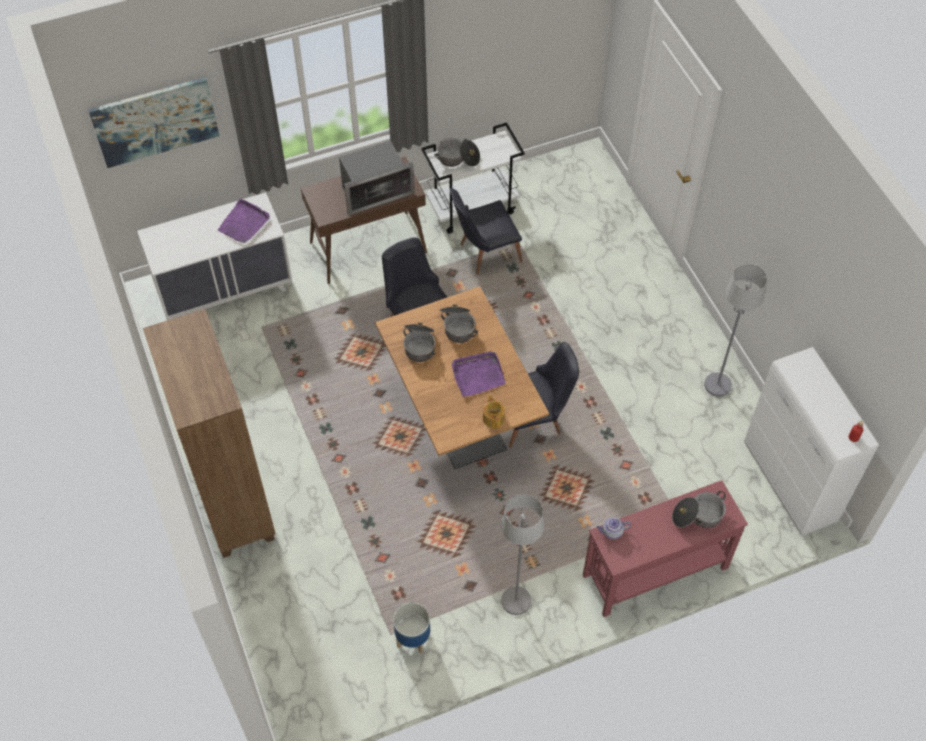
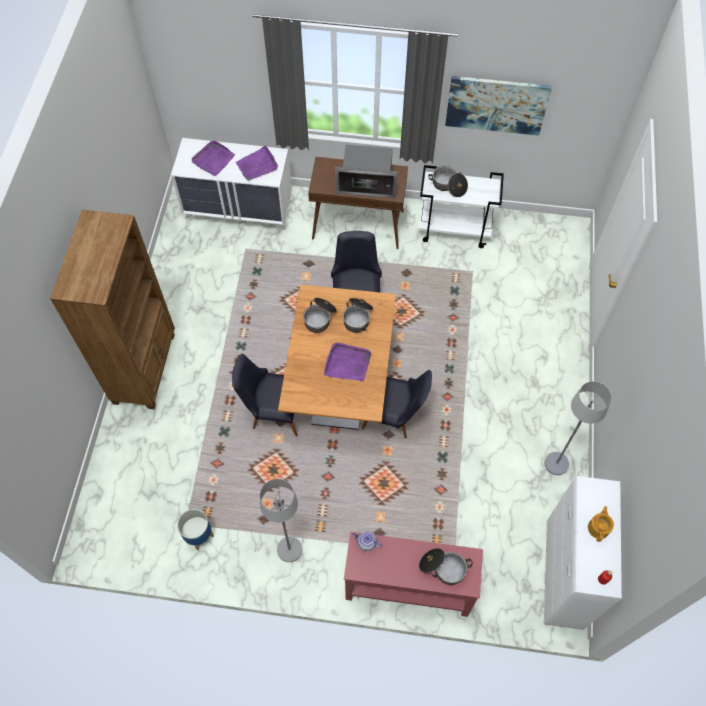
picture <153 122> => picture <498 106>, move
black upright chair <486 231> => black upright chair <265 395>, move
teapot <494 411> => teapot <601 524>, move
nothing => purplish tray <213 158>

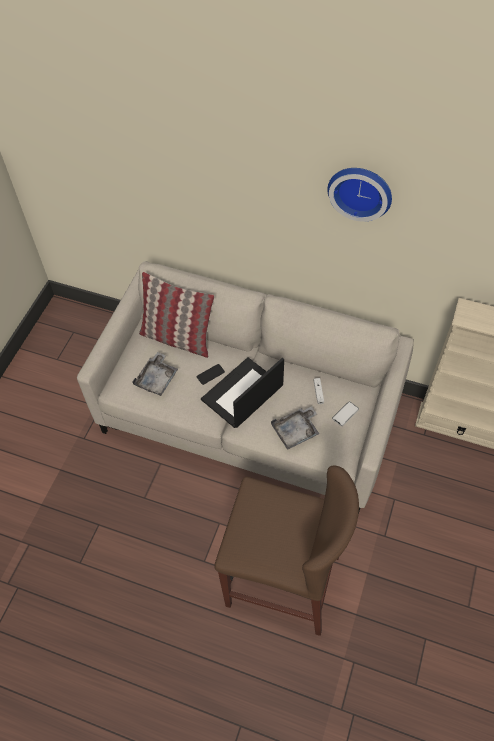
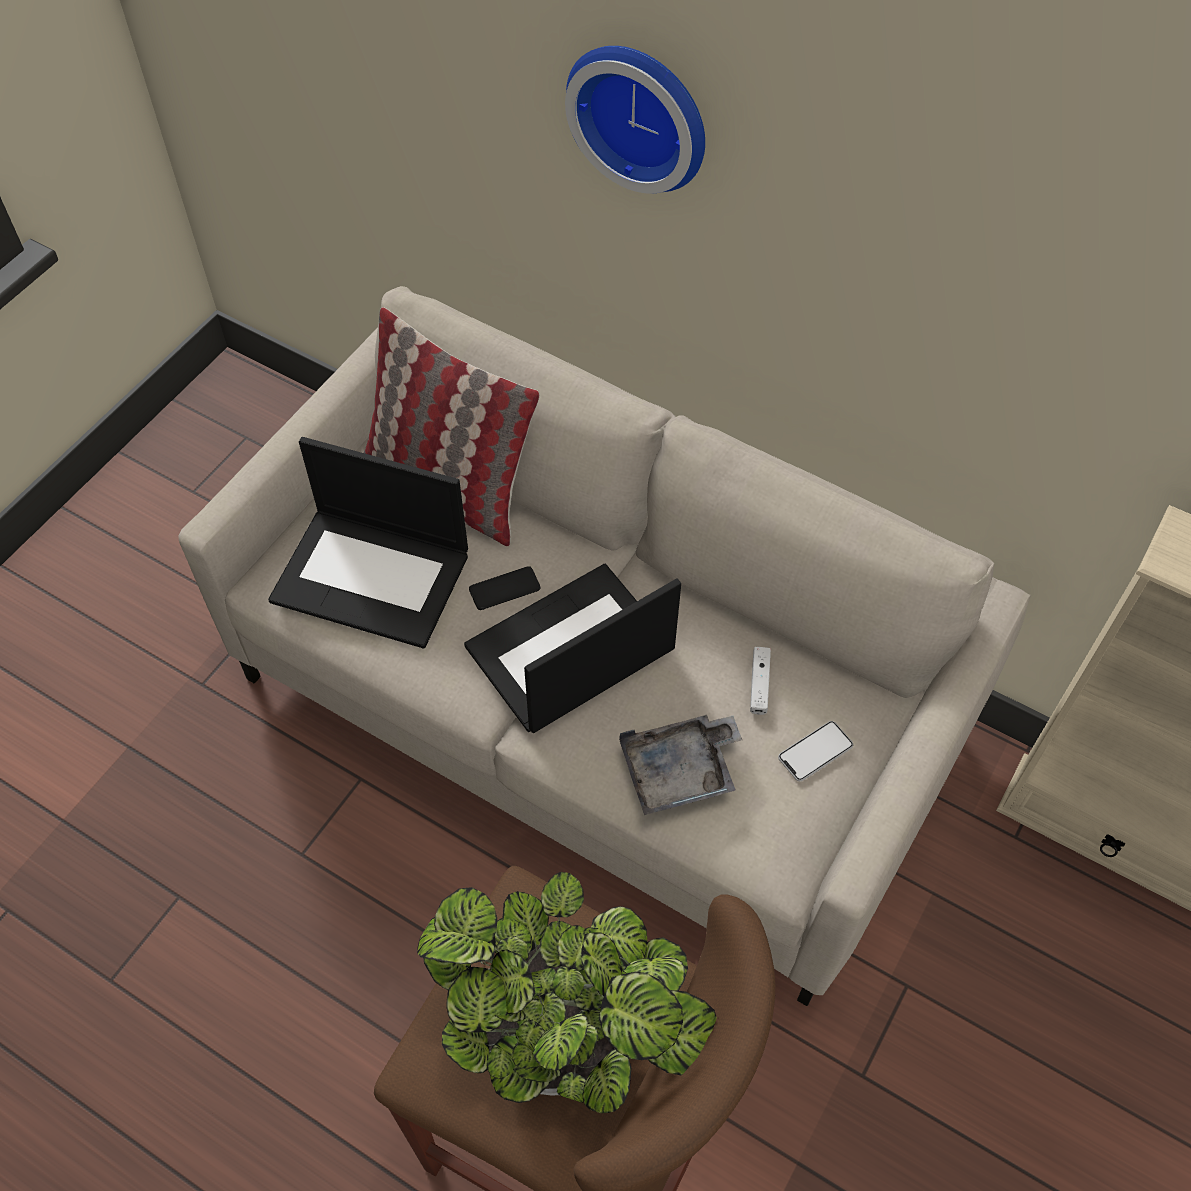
hanging clock <359 195> => hanging clock <635 120>, move
grey tray <155 374> => portable computer <368 543>
nothing => potted plant <567 992>

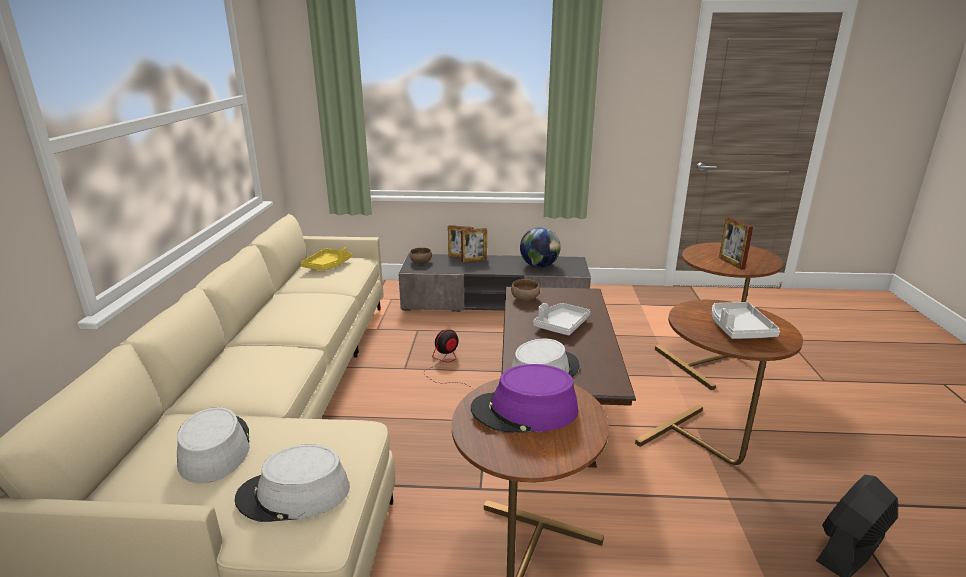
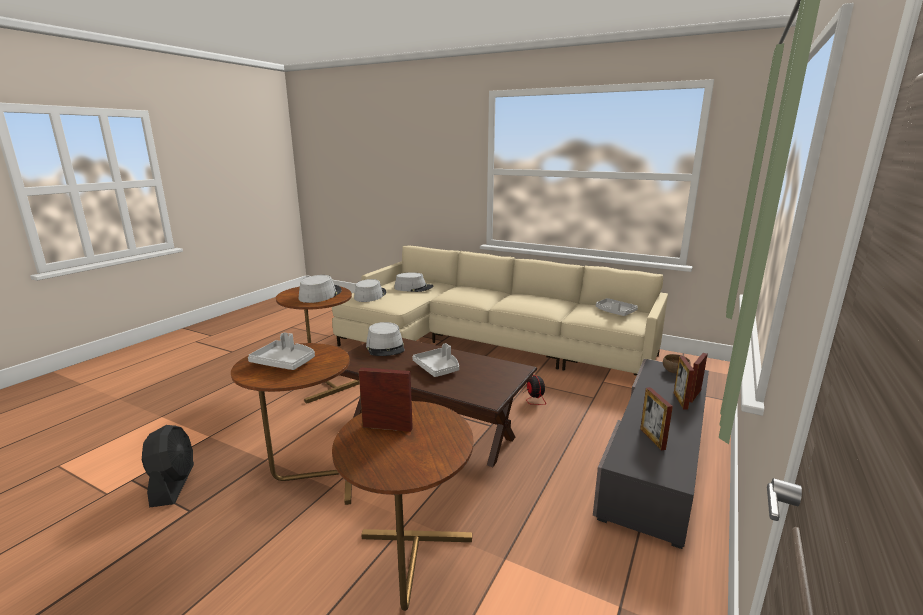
globe <540 247> => picture frame <656 418>
yellow-coloured tray <326 258> => grey tray <617 307>
brown-coloured serving bowl <525 290> => nothing
purplish hat <524 398> => grey hat <320 289>

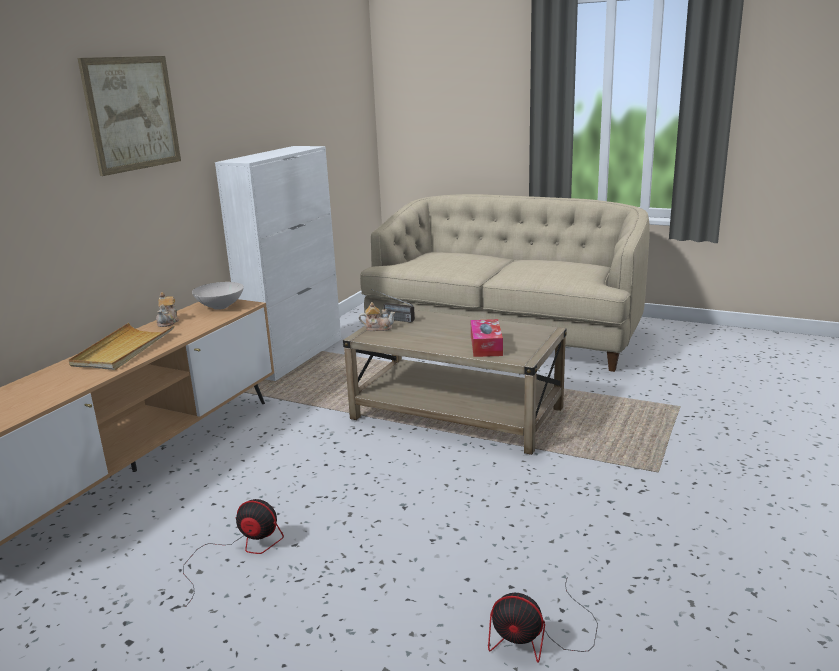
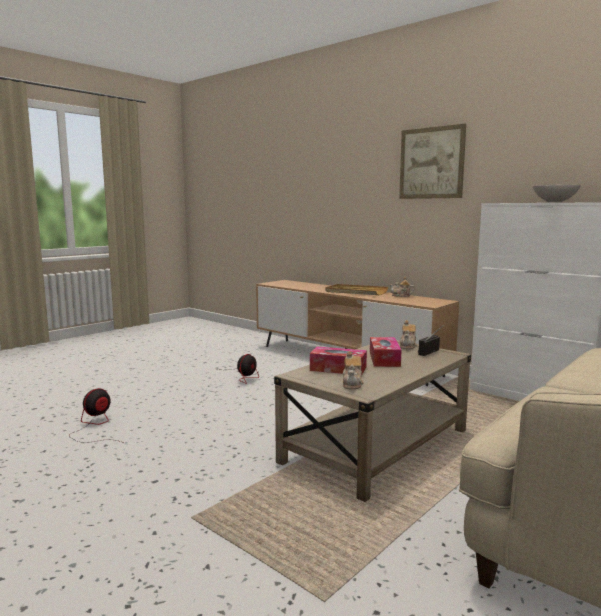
white-coloured serving bowl <218 296> => white-coloured serving bowl <557 194>, move
nothing => tissue holder <386 352>
nothing => teapot <353 370>

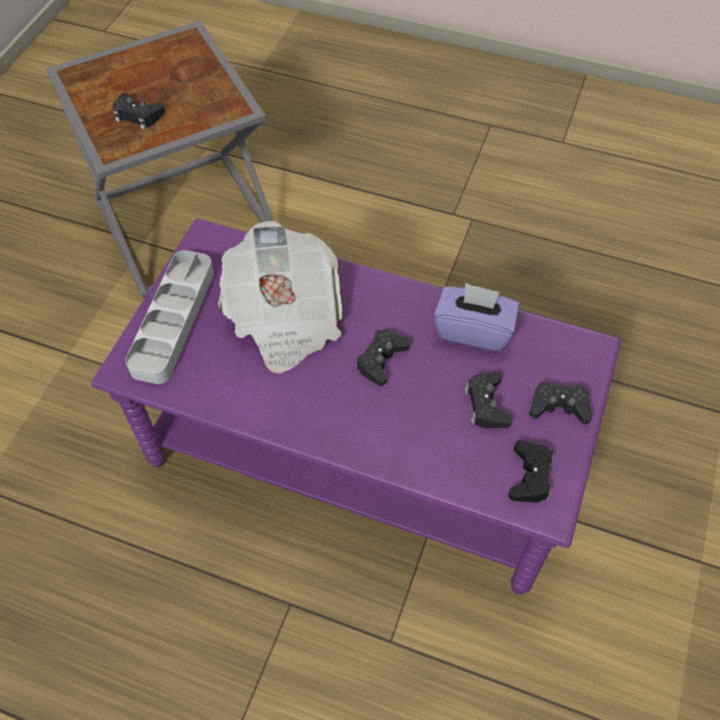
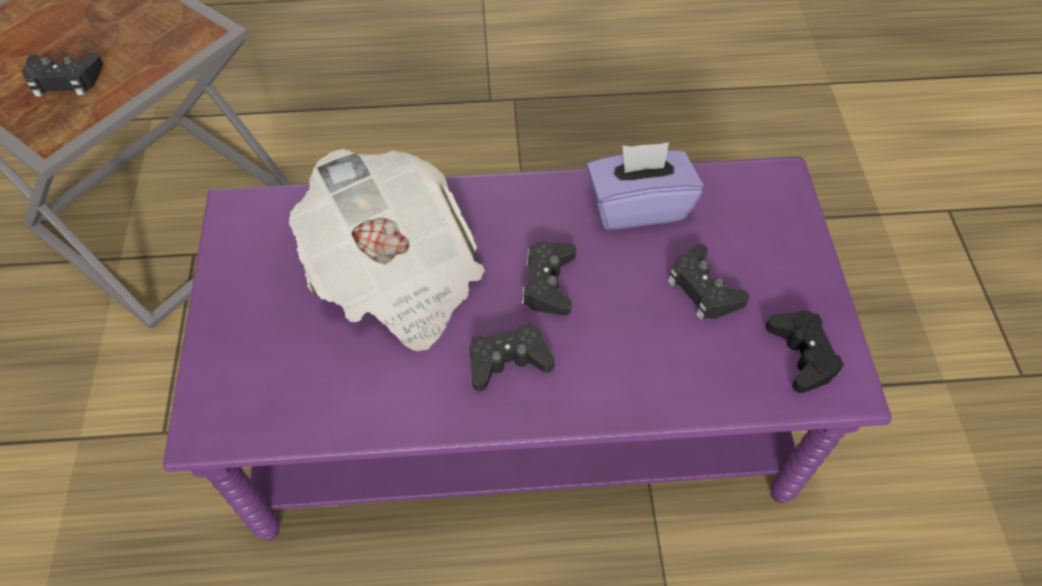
grey tray <169 317> => nothing
black joypad <560 403> => black joypad <512 357>, move

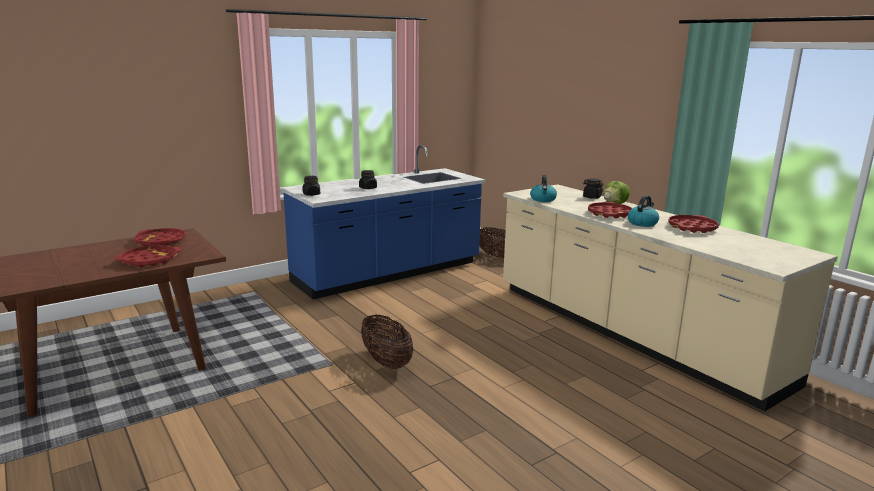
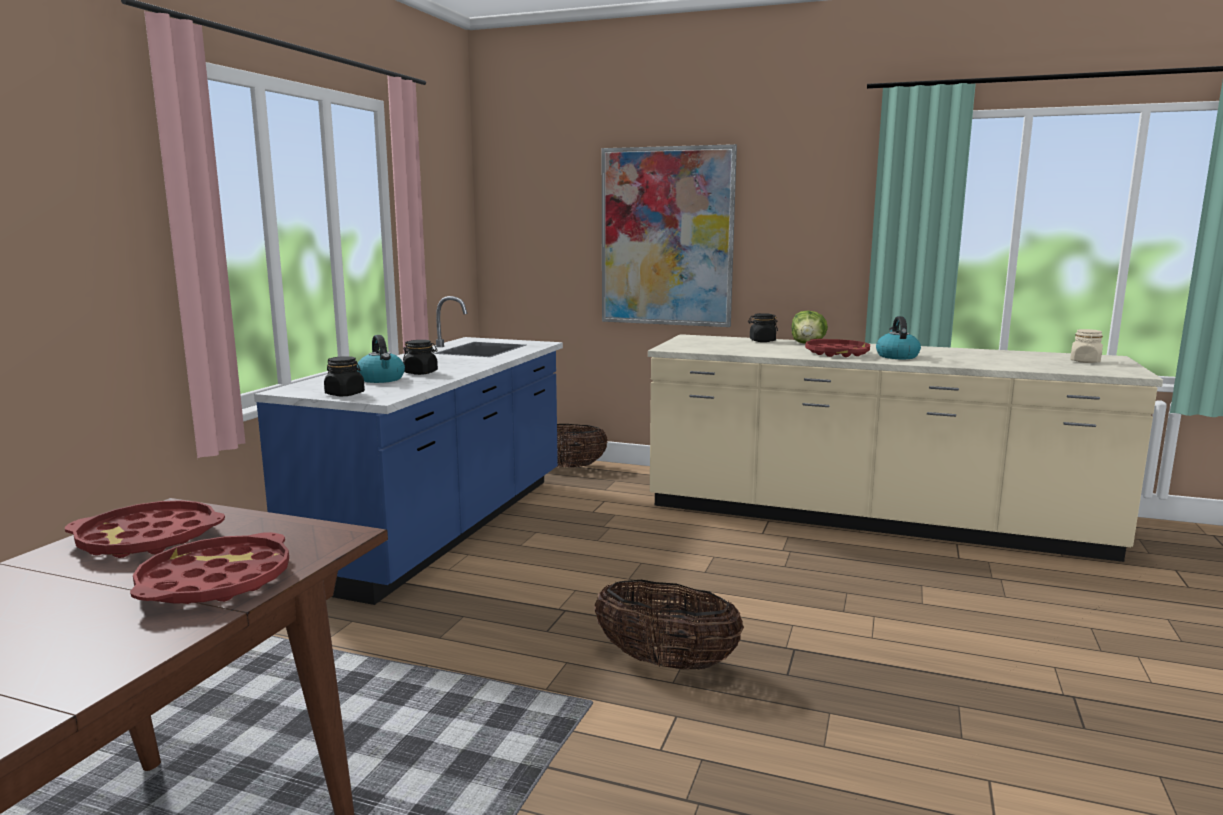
water kettle <543 188> => water kettle <381 359>, move
red tray <693 224> => nothing
nothing => picture <669 235>
nothing => sand-coloured jar <1086 346>

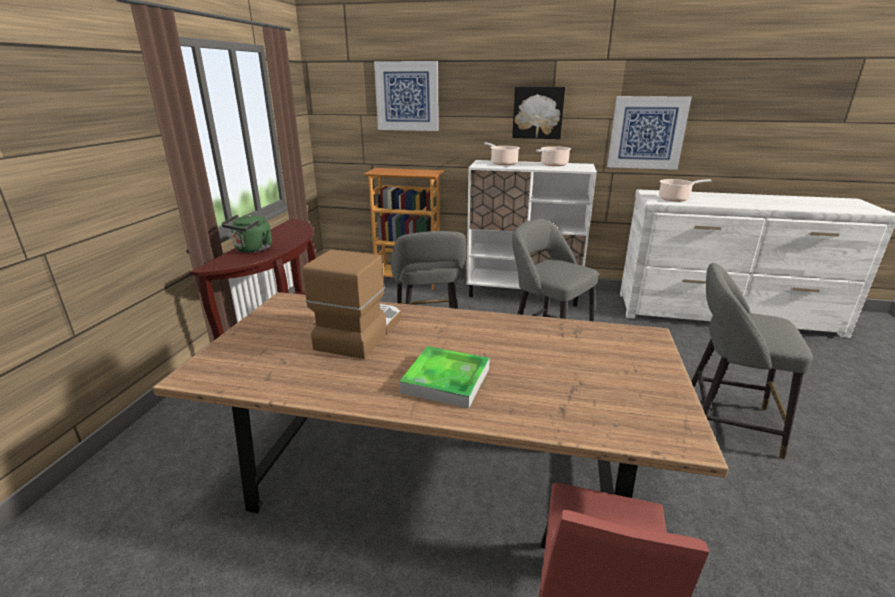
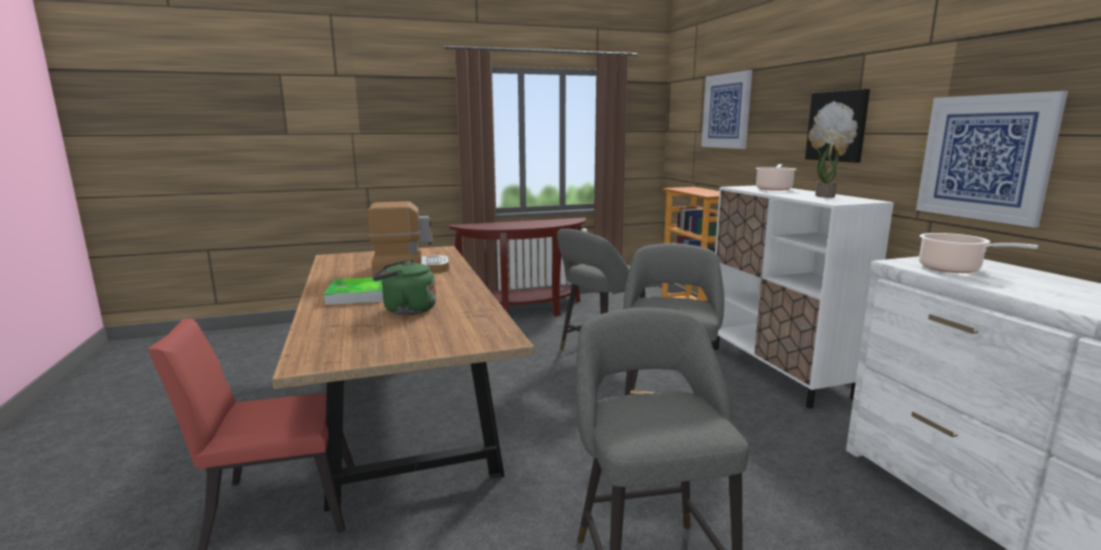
stockpot <553 156> => potted plant <827 171>
greenish water kettle <246 233> => greenish water kettle <404 287>, move

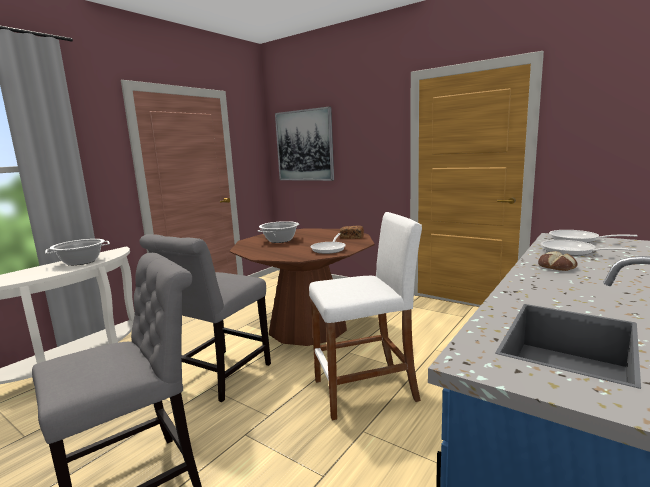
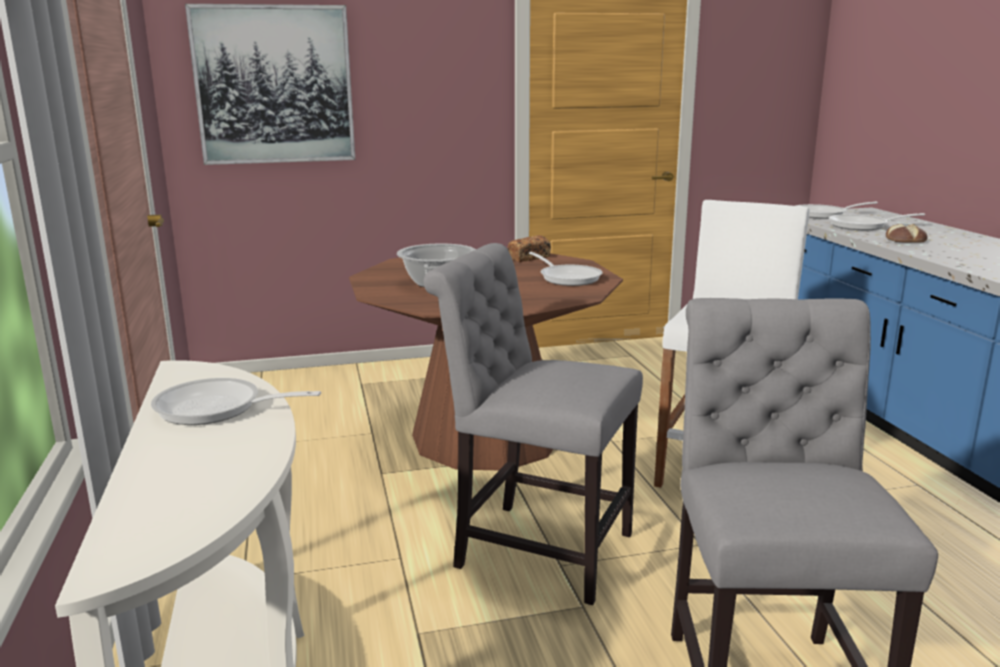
grey upright chair <205 318> => grey upright chair <533 424>, 135 degrees clockwise
stockpot <77 252> => frying pan <236 401>

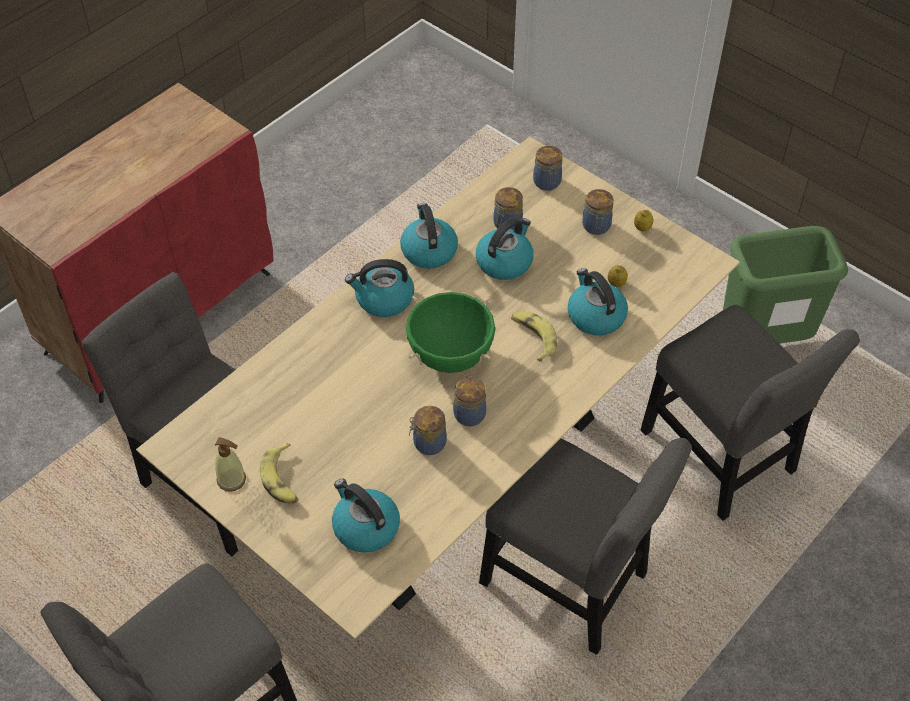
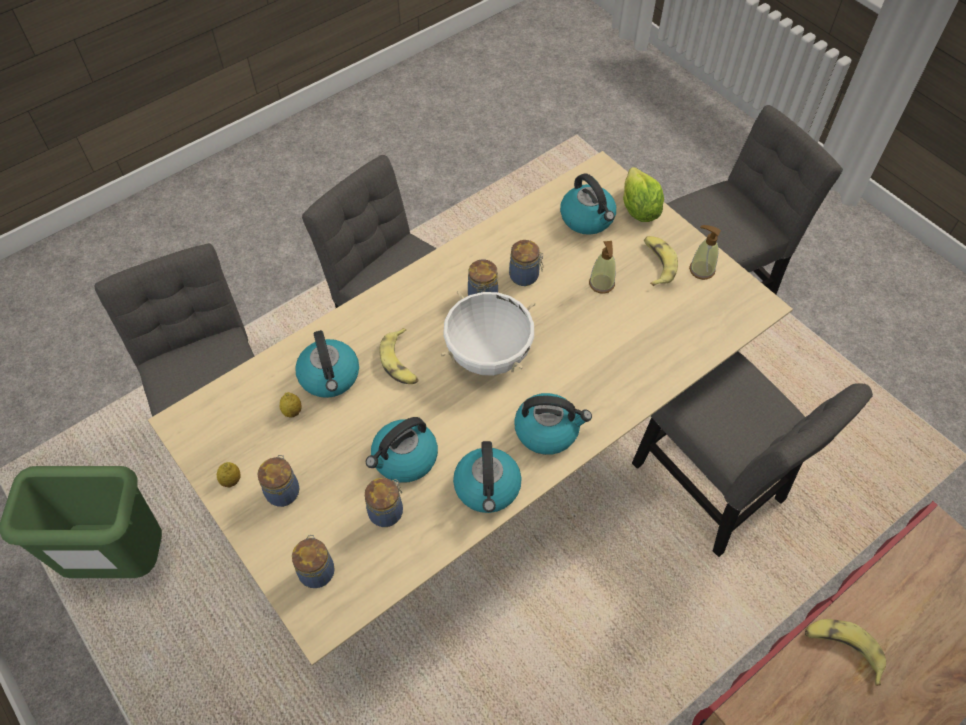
greenish stockpot <450 332> => white-coloured stockpot <488 333>
nothing => lettuce <643 194>
nothing => soap dispenser <602 267>
nothing => banana fruit <845 652>

